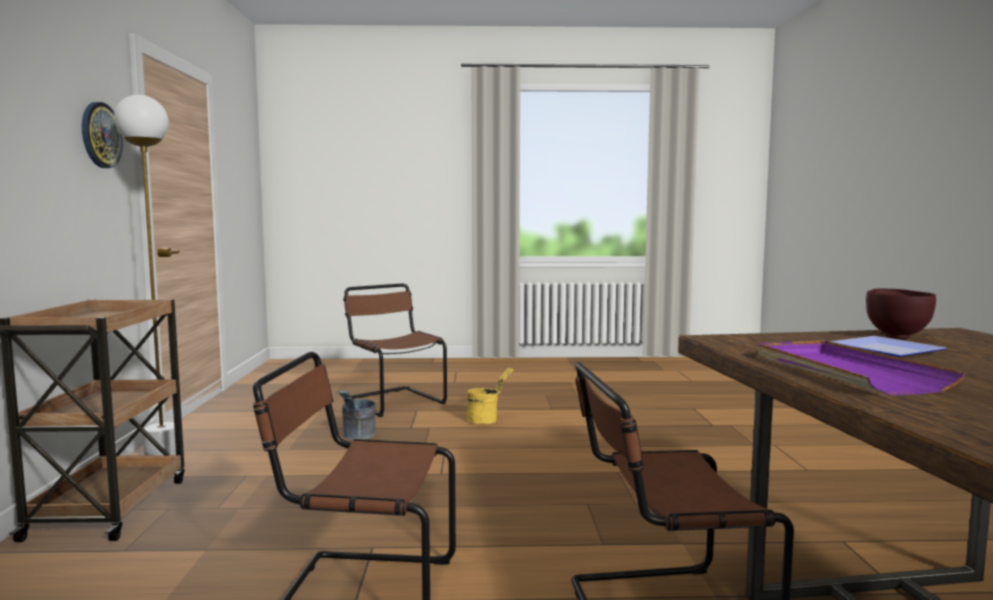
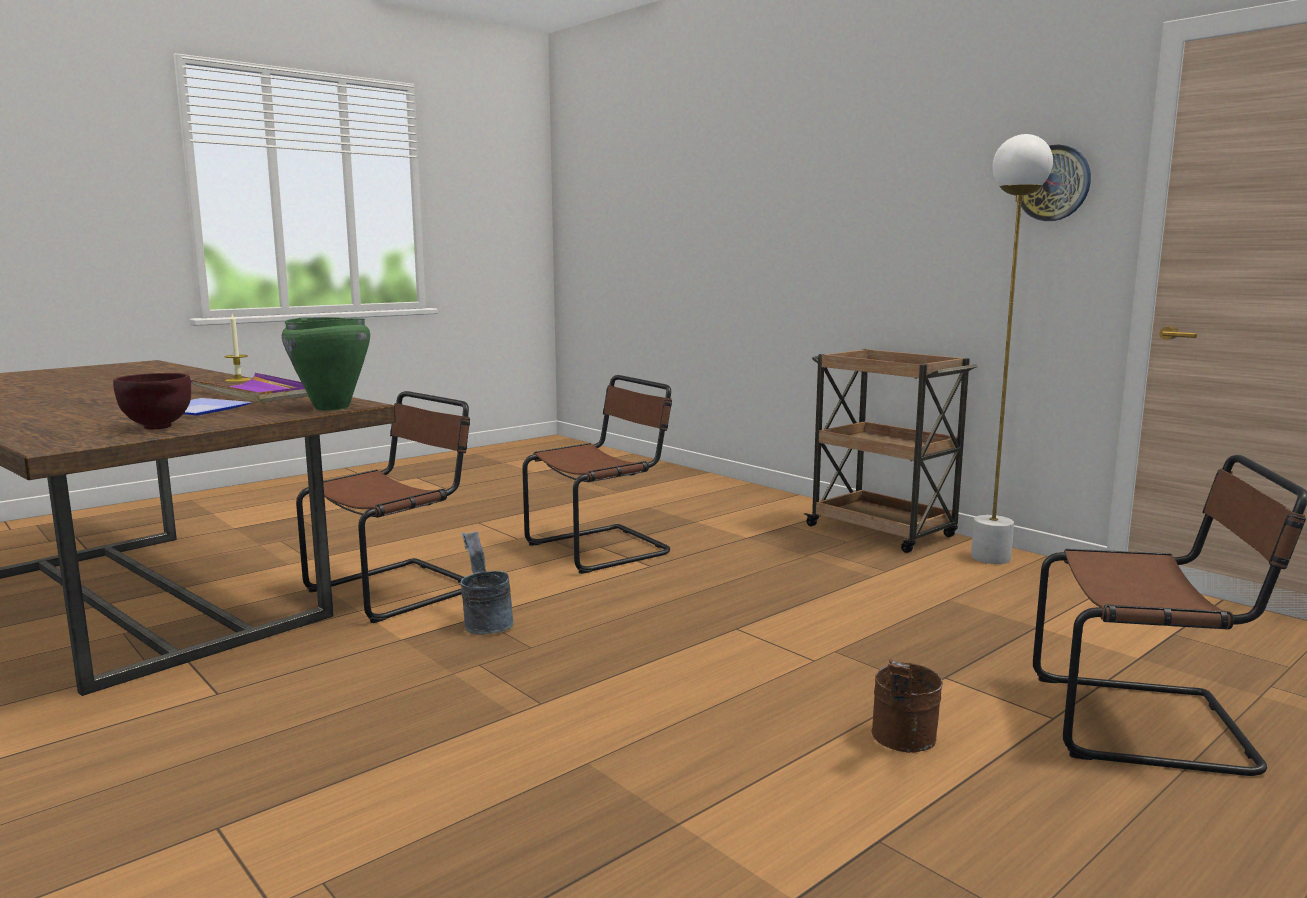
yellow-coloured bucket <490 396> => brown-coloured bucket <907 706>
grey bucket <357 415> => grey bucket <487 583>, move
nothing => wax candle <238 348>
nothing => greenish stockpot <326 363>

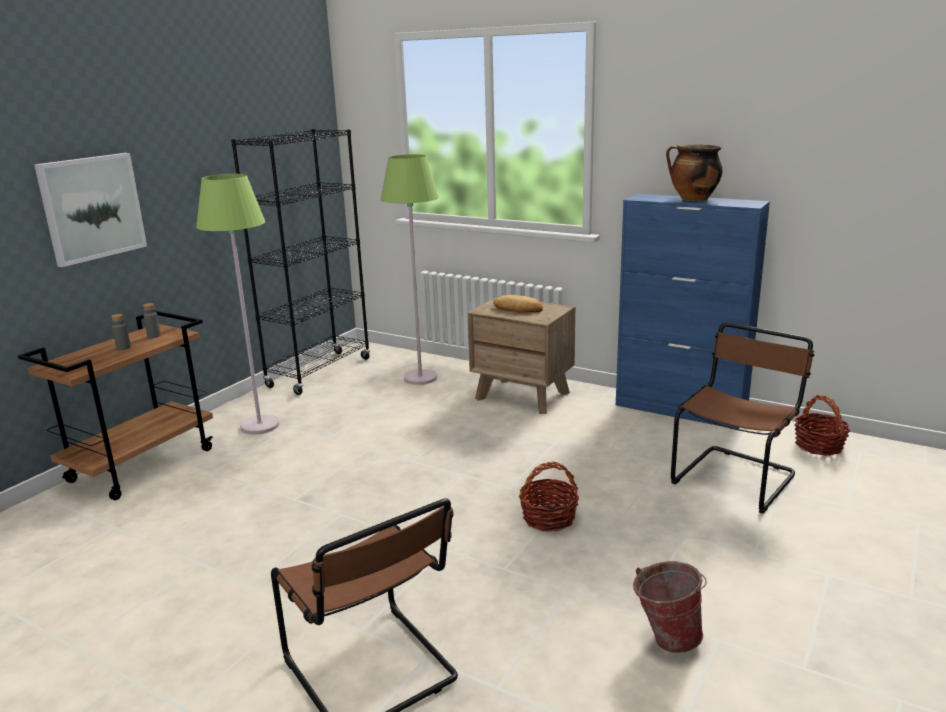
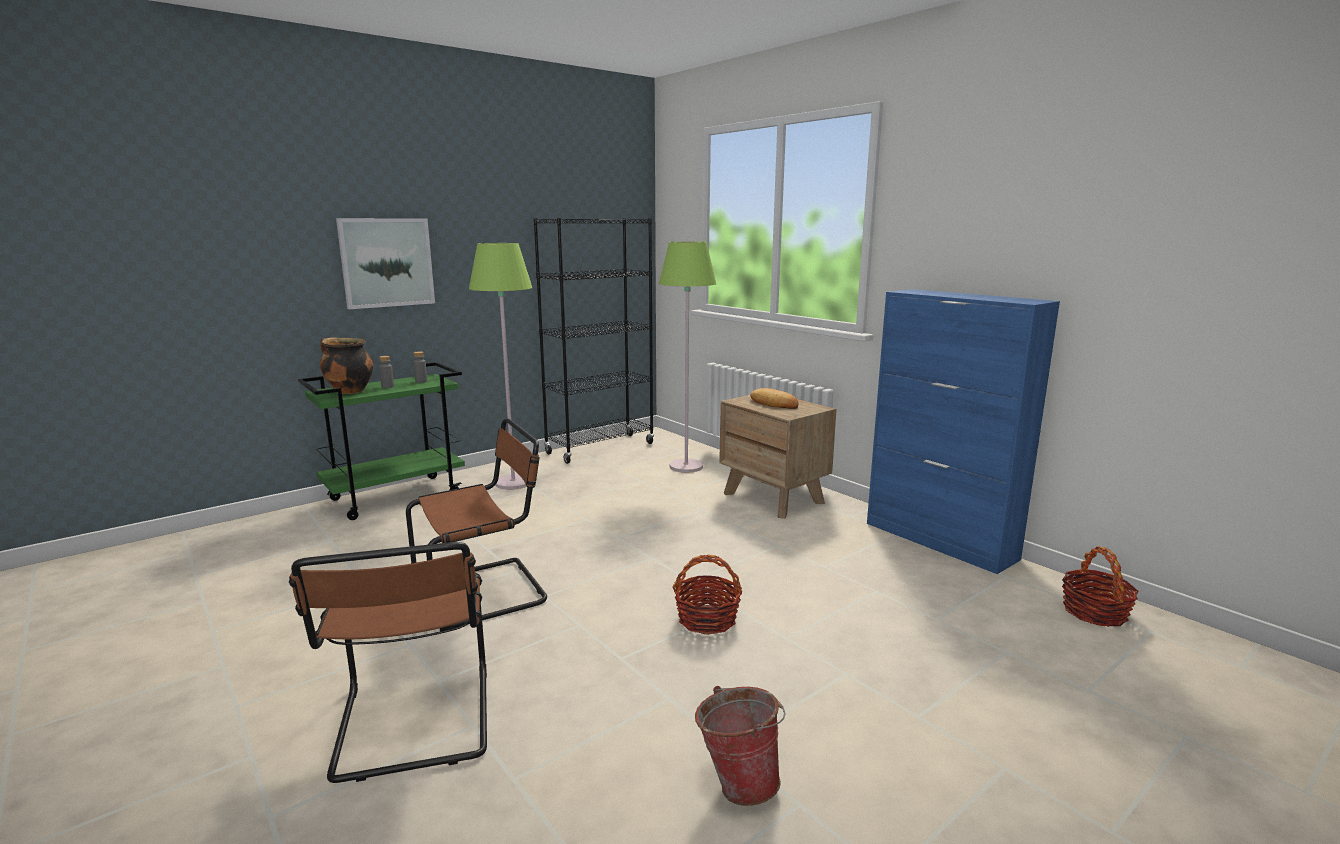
stockpot <694 173> => stockpot <346 365>, move
brown-coloured wheeled cart <115 405> => greenish wheeled cart <381 441>
brown-coloured upright chair <742 418> => brown-coloured upright chair <476 524>, move

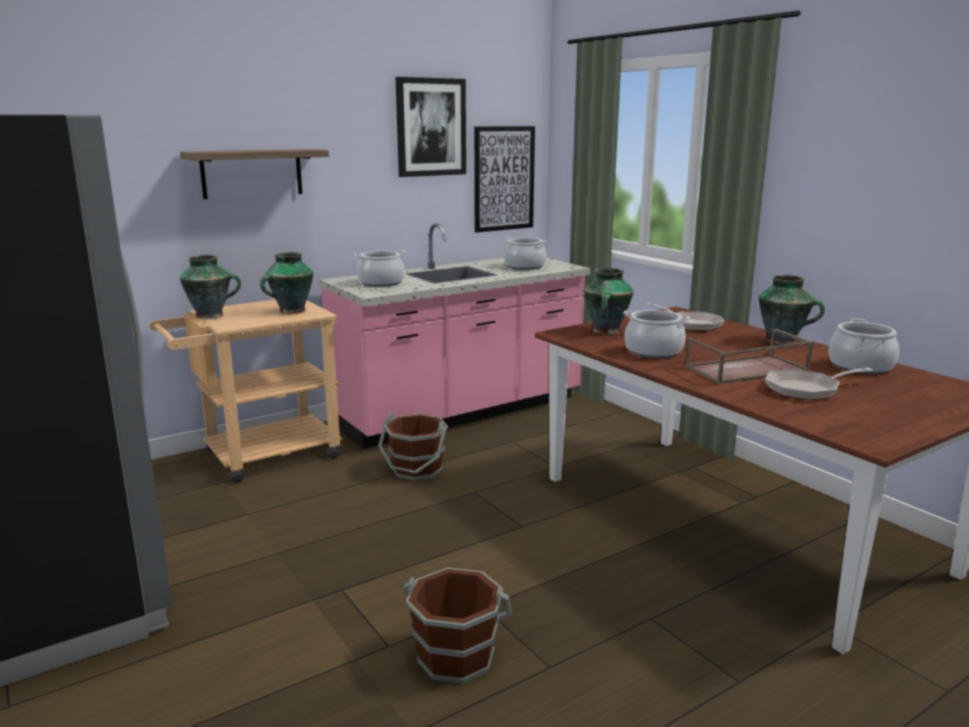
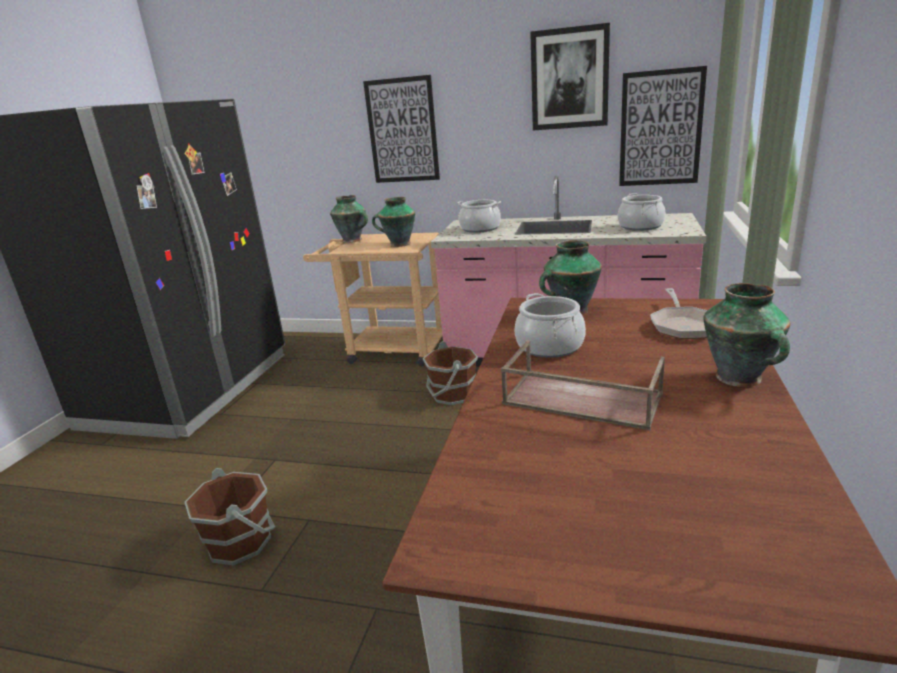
bracket shelf <254 174> => picture <401 129>
stockpot <863 346> => nothing
frying pan <819 383> => nothing

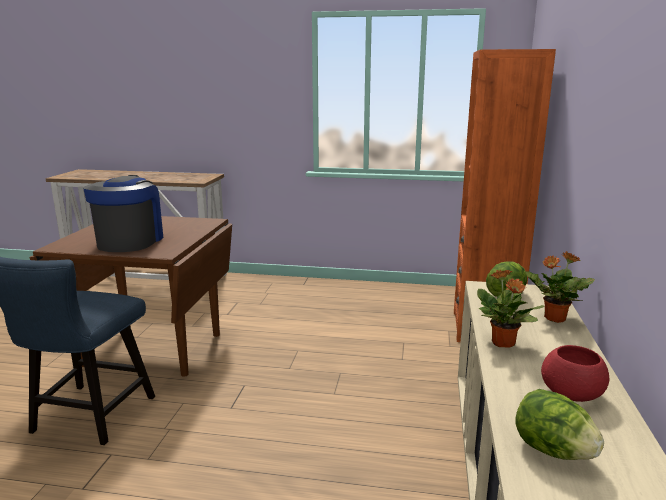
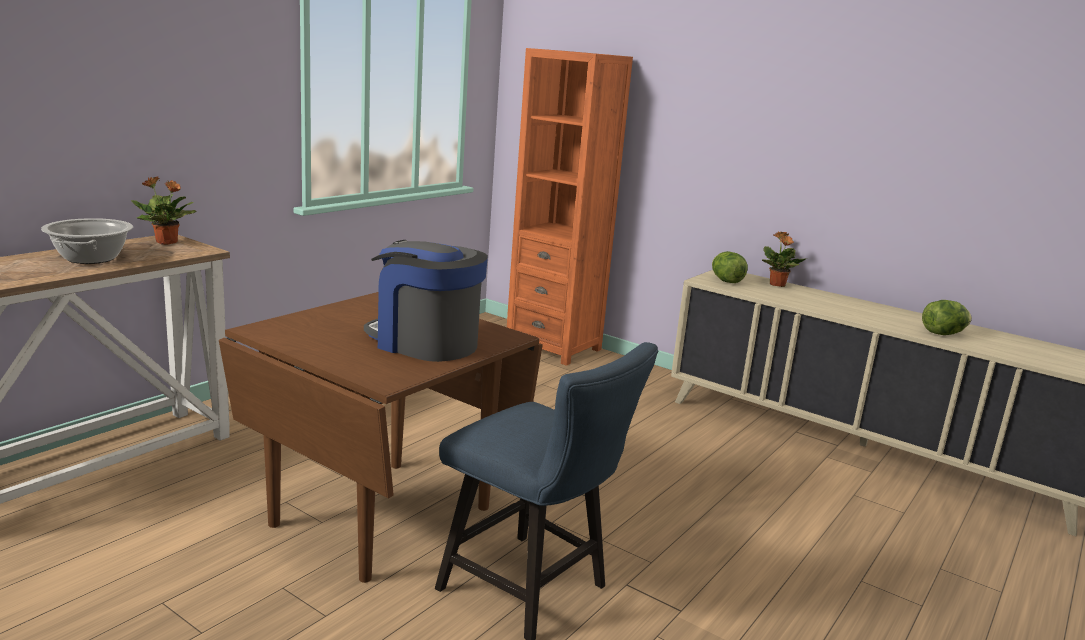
potted plant <511 309> => potted plant <163 210>, move
red serving bowl <575 373> => nothing
nothing => stockpot <87 241>

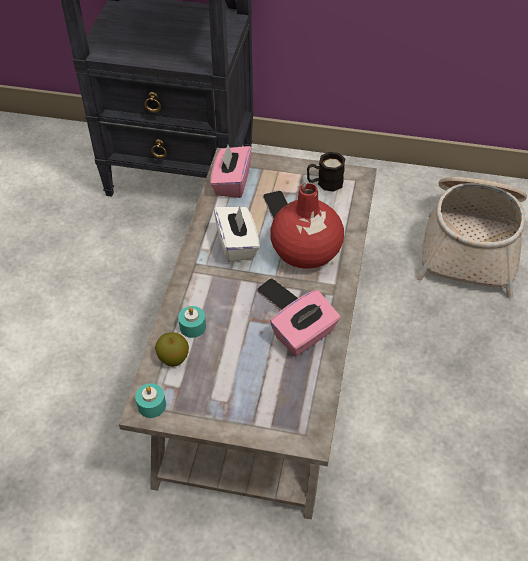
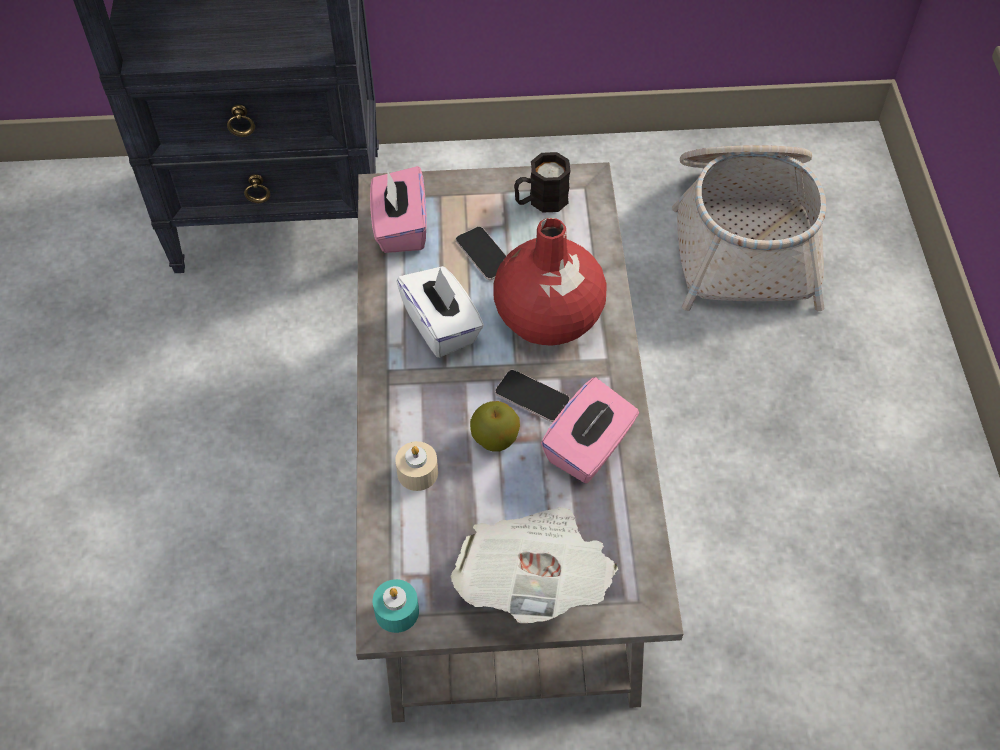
turquoise wax candle <192 322> => sand-coloured wax candle <416 466>
whole apple <172 349> => whole apple <495 426>, move
nothing => printed paper <534 565>

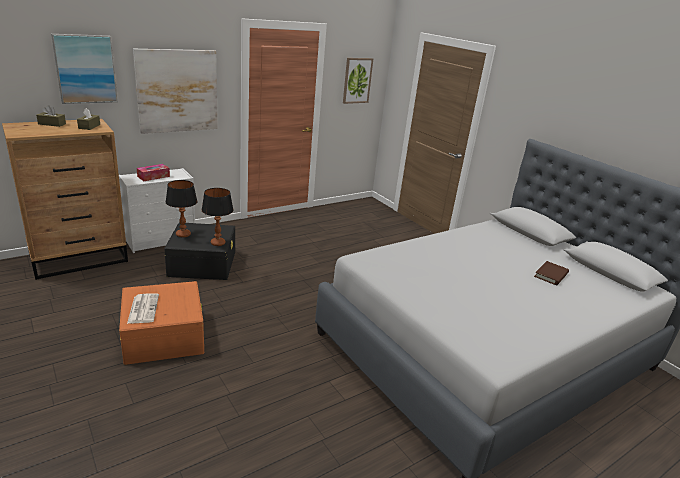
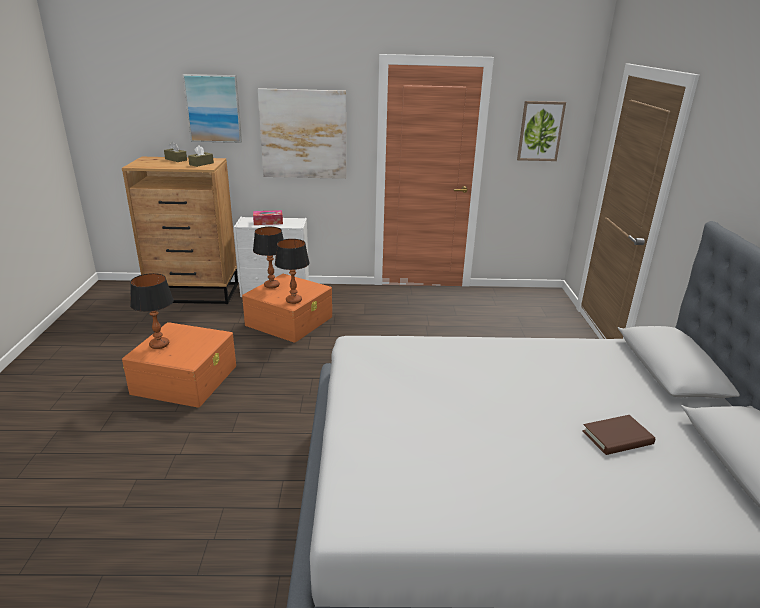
black storage bin <199 251> => orange storage bin <287 308>
printed paper <143 309> => lamp for a table <152 311>

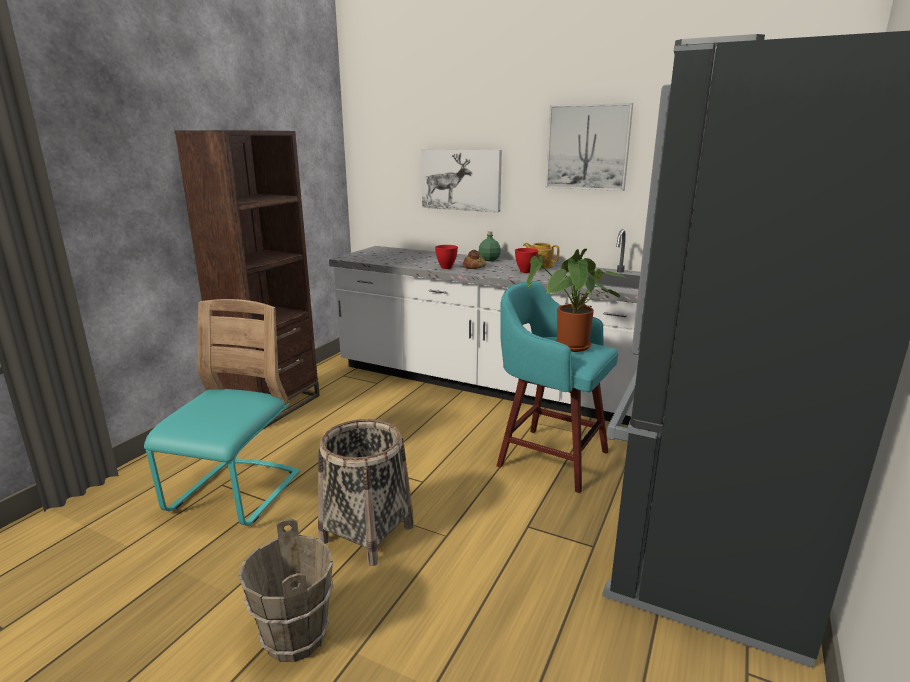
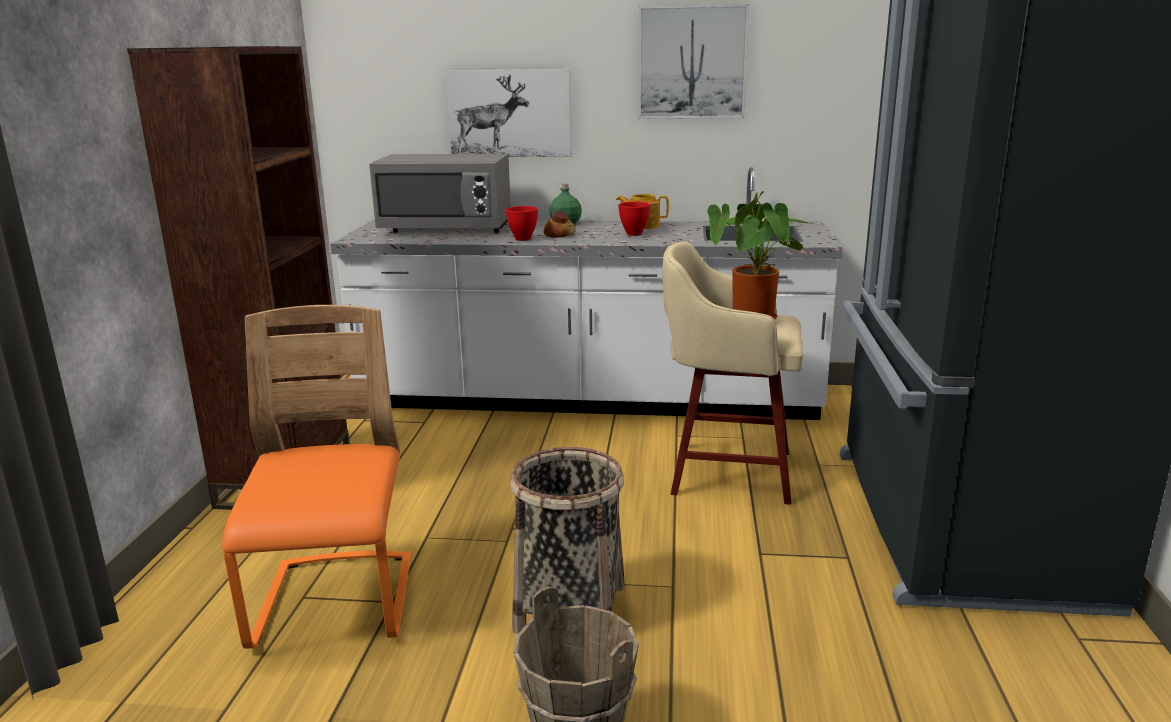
turquoise stool seat <557 387> => sand-coloured stool seat <733 373>
turquoise upright chair <222 412> => orange upright chair <316 477>
nothing => grey microwave oven <440 193>

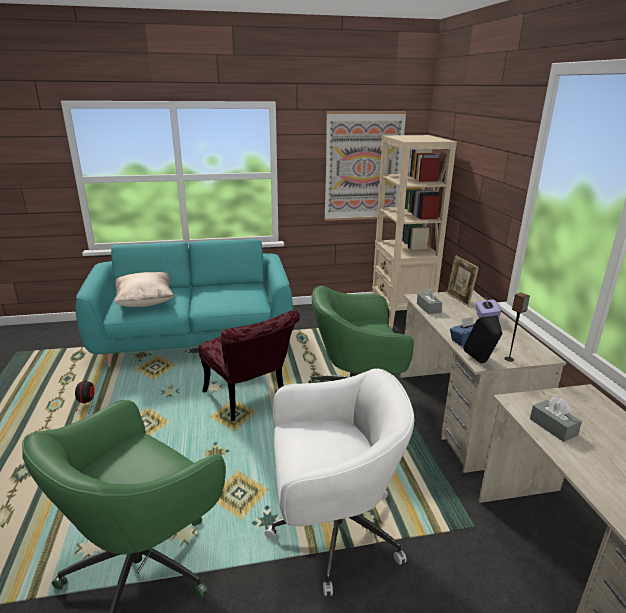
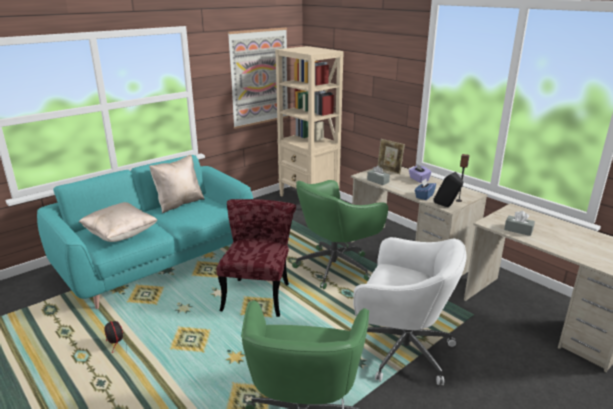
red upright chair <249 365> => red upright chair <256 258>, 105 degrees counterclockwise
white-coloured desk chair <340 482> => white-coloured desk chair <410 311>, 60 degrees clockwise
nothing => sand-coloured pillow <177 184>

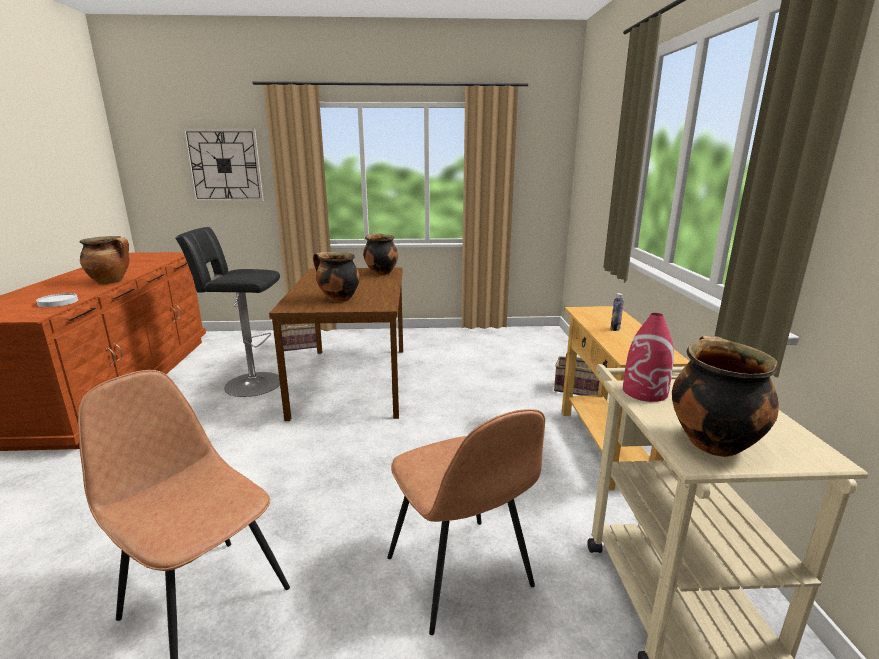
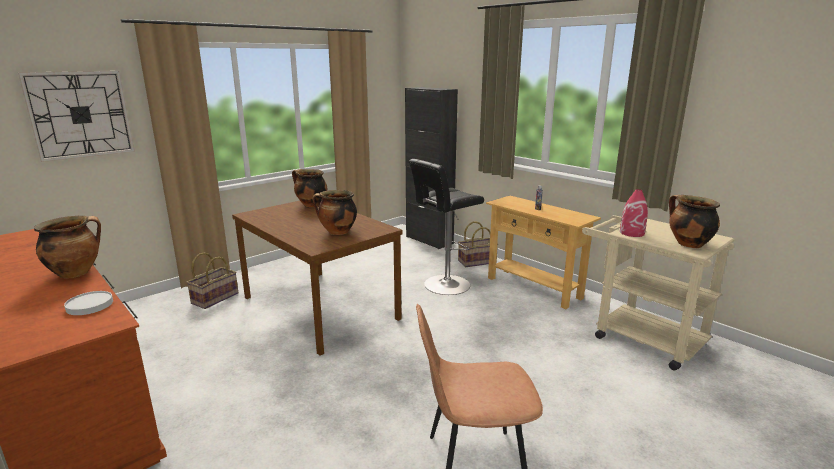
black stool seat <227 312> => black stool seat <446 227>, move
brown-coloured upright chair <466 522> => nothing
nothing => black cupboard <431 168>

